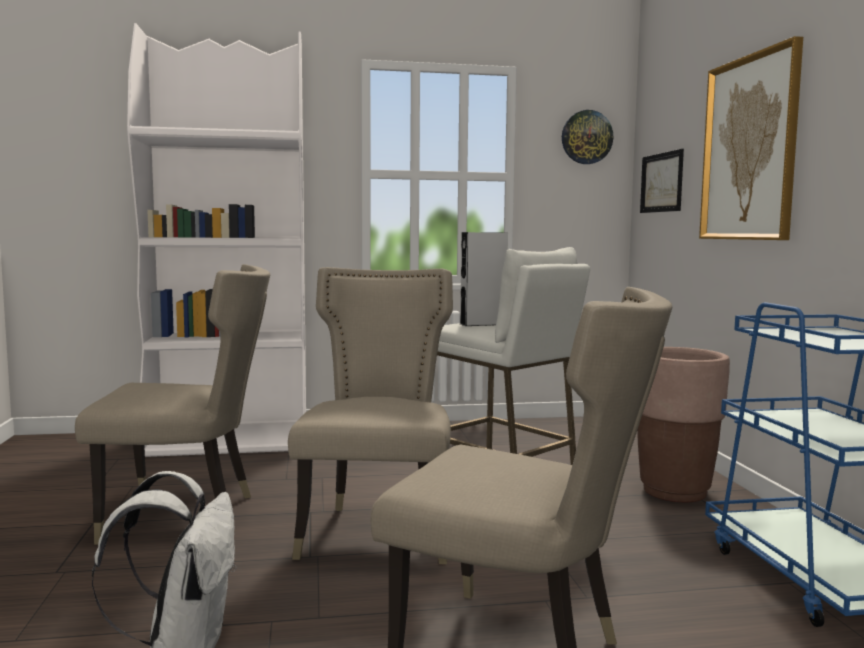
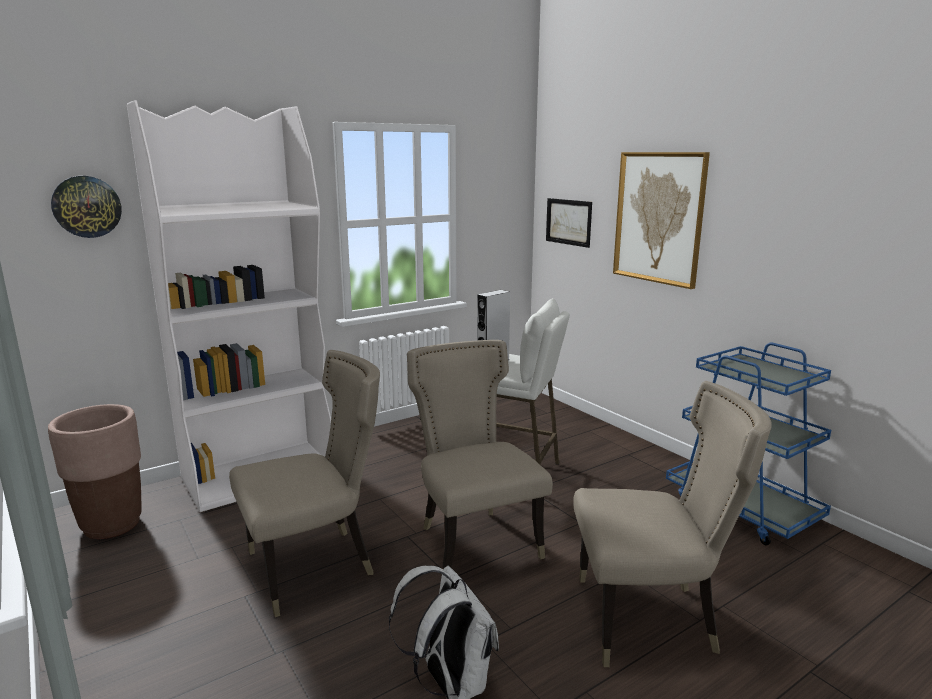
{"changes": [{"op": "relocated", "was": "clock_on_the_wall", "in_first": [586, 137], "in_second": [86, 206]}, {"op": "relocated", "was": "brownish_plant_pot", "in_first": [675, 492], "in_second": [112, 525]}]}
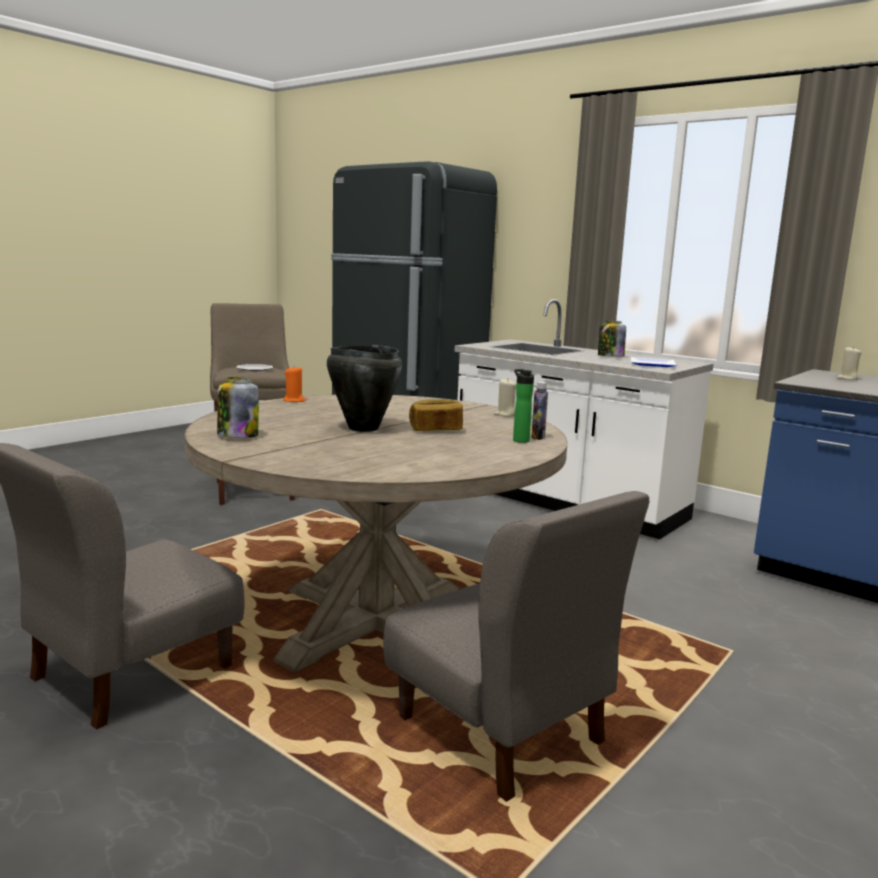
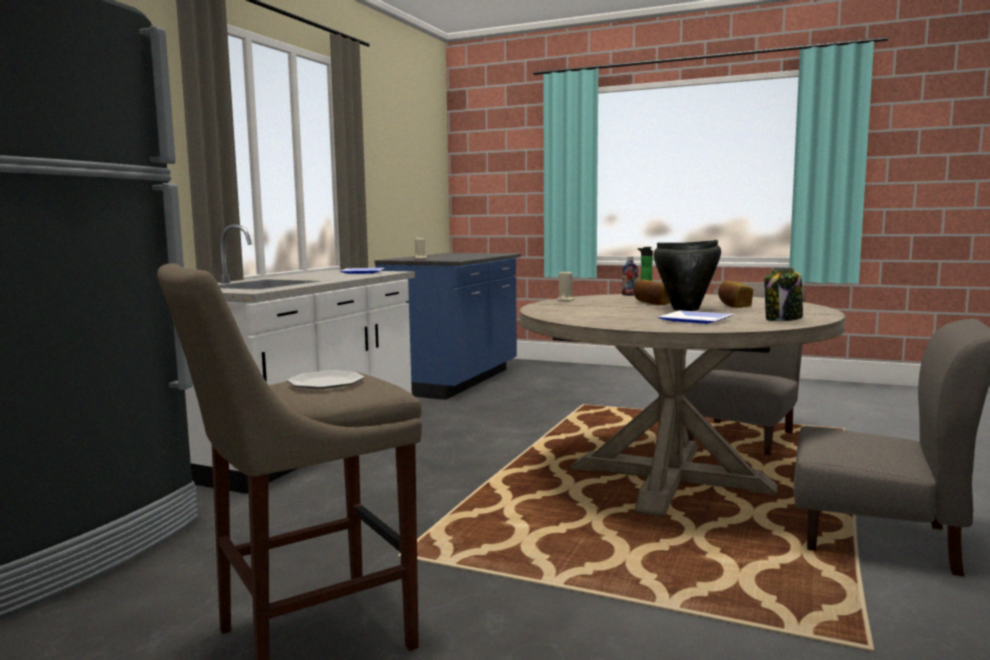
{"changes": [{"op": "missing", "was": "preserve_jar", "in_first": [610, 356]}, {"op": "missing", "was": "orange-coloured_wax_candle", "in_first": [294, 400]}, {"op": "appeared", "now": "baked_bread", "in_second": [733, 305]}, {"op": "appeared", "now": "dinner_plate", "in_second": [698, 320]}]}
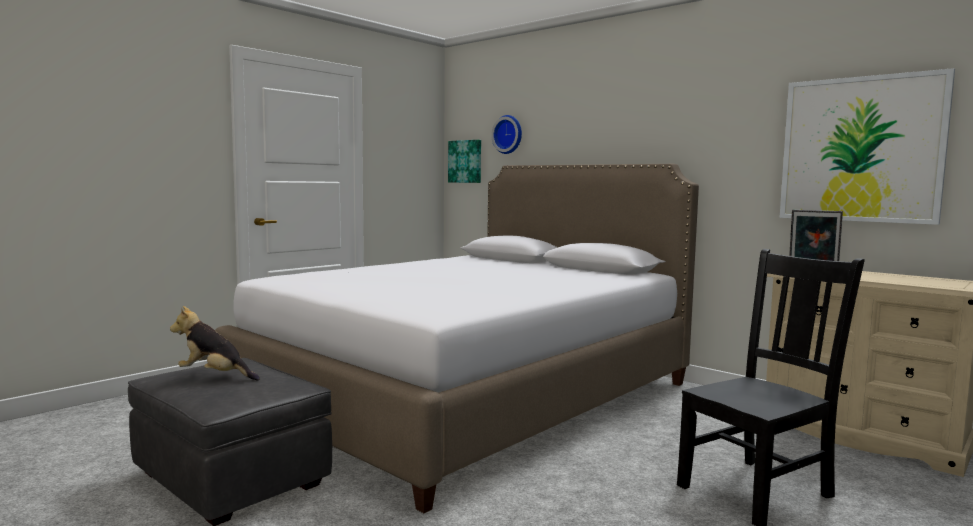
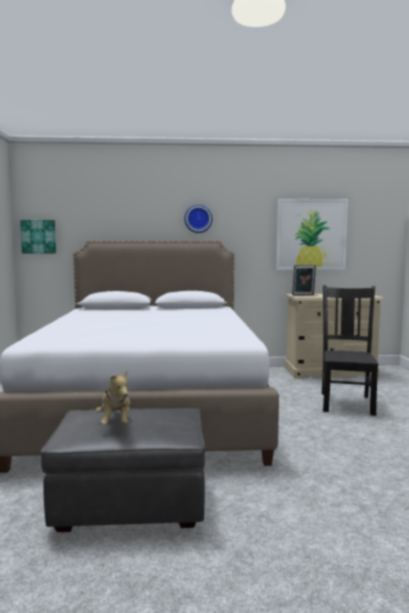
{"changes": [{"op": "relocated", "was": "clock_on_the_wall", "in_first": [508, 134], "in_second": [198, 219]}, {"op": "spun", "was": "cuddly_toy", "in_first": [215, 376], "in_second": [116, 423], "clockwise": -75}]}
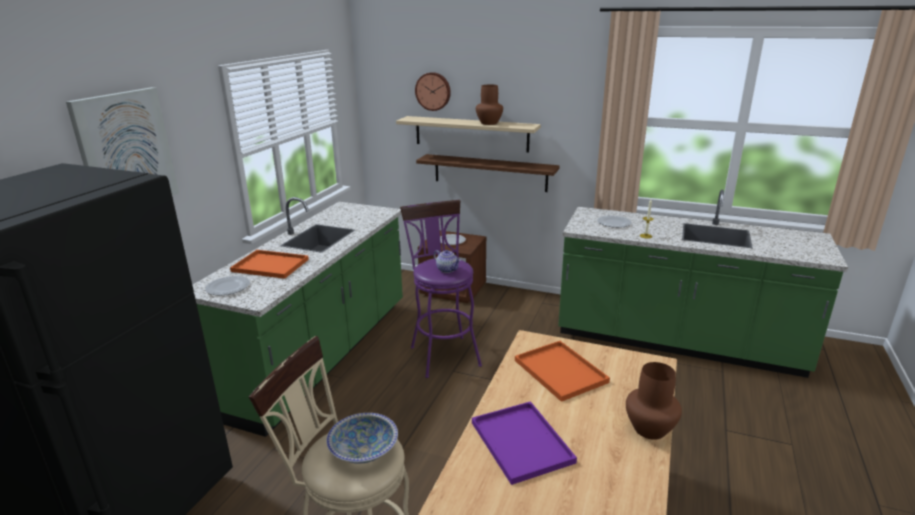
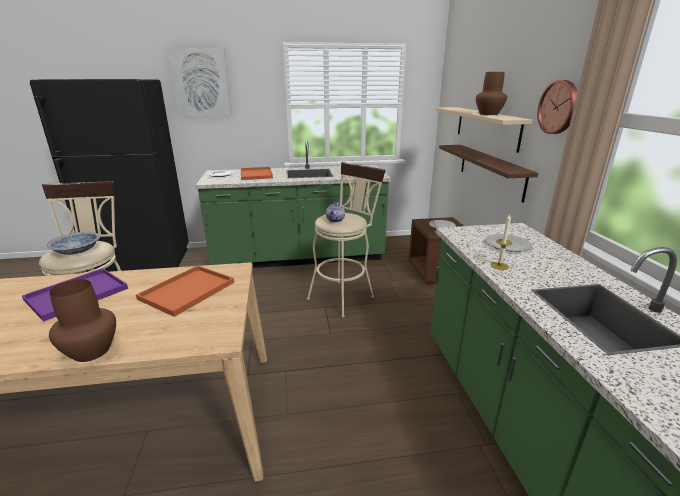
{"changes": [{"op": "relocated", "was": "clock_on_the_wall", "in_first": [433, 91], "in_second": [559, 107]}, {"op": "colour", "was": "purplish_stool_seat", "now": "sand-coloured_stool_seat", "in_first": [443, 352], "in_second": [344, 295]}]}
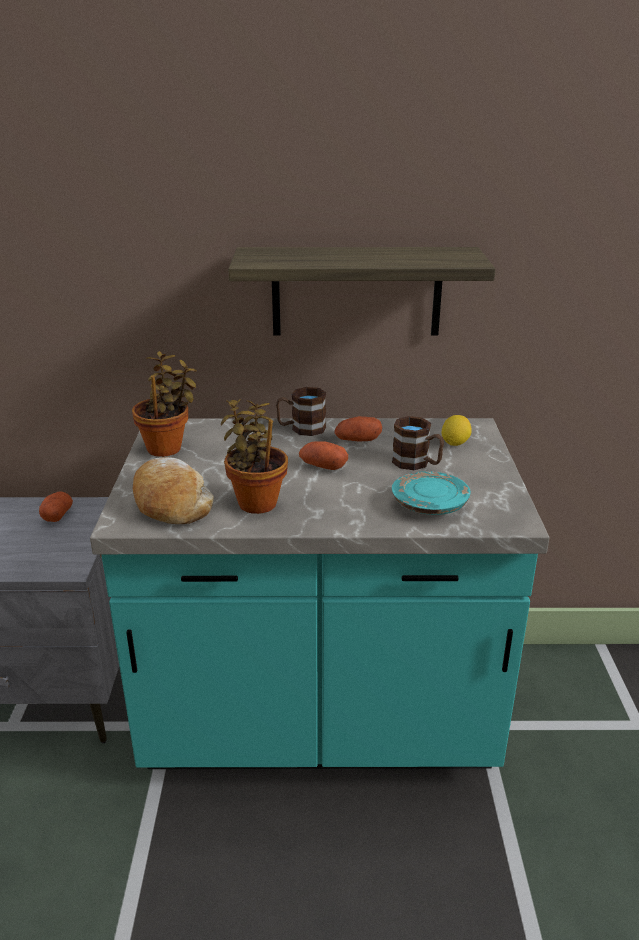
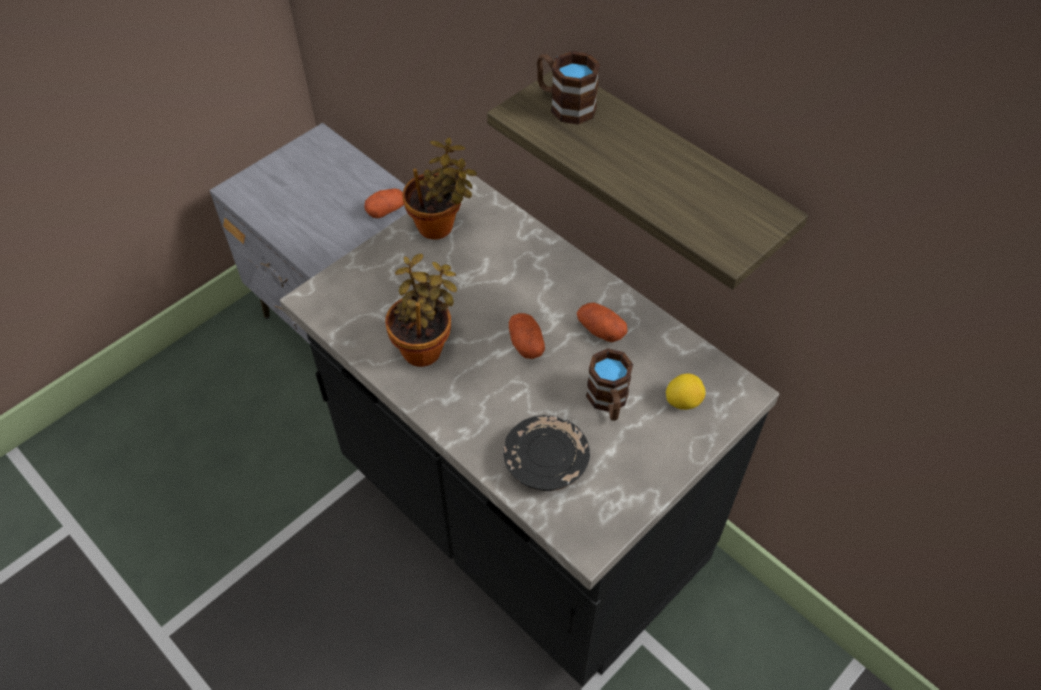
{"changes": [{"op": "relocated", "was": "brownish_mug", "in_first": [301, 429], "in_second": [565, 105]}, {"op": "colour", "was": "turquoise_counter", "now": "black-coloured_counter", "in_first": [319, 720], "in_second": [520, 517]}, {"op": "missing", "was": "baked_bread", "in_first": [171, 503]}, {"op": "colour", "was": "turquoise_dinner_plate", "now": "black-coloured_dinner_plate", "in_first": [429, 505], "in_second": [545, 461]}]}
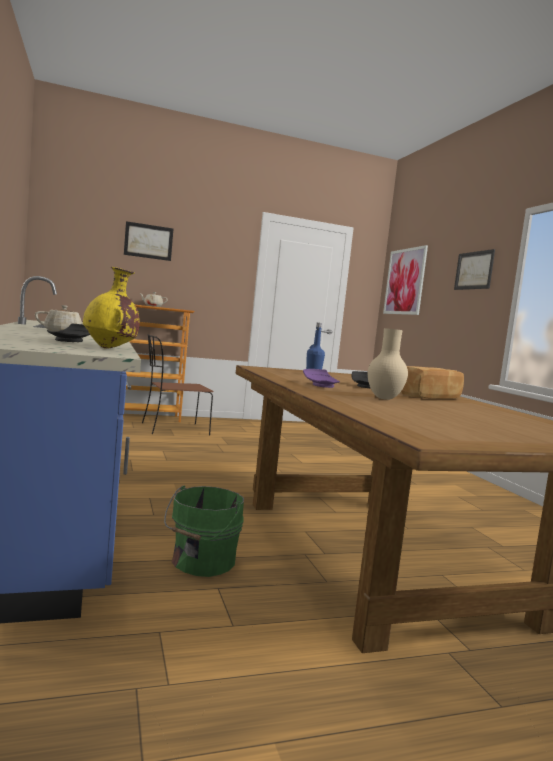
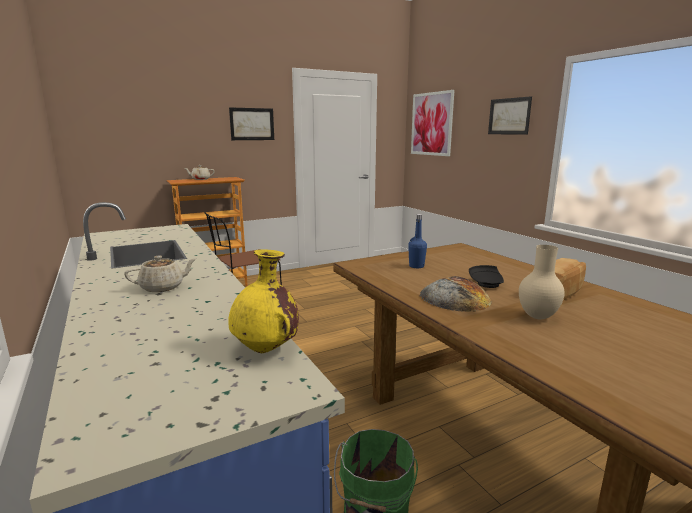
{"changes": [{"op": "relocated", "was": "wall_art", "in_first": [148, 241], "in_second": [252, 124]}, {"op": "missing", "was": "black-coloured_dinner_plate", "in_first": [72, 341]}, {"op": "exchanged", "was": "purplish_dinner_plate", "now": "baked_bread", "in_first": [321, 385], "in_second": [454, 298]}]}
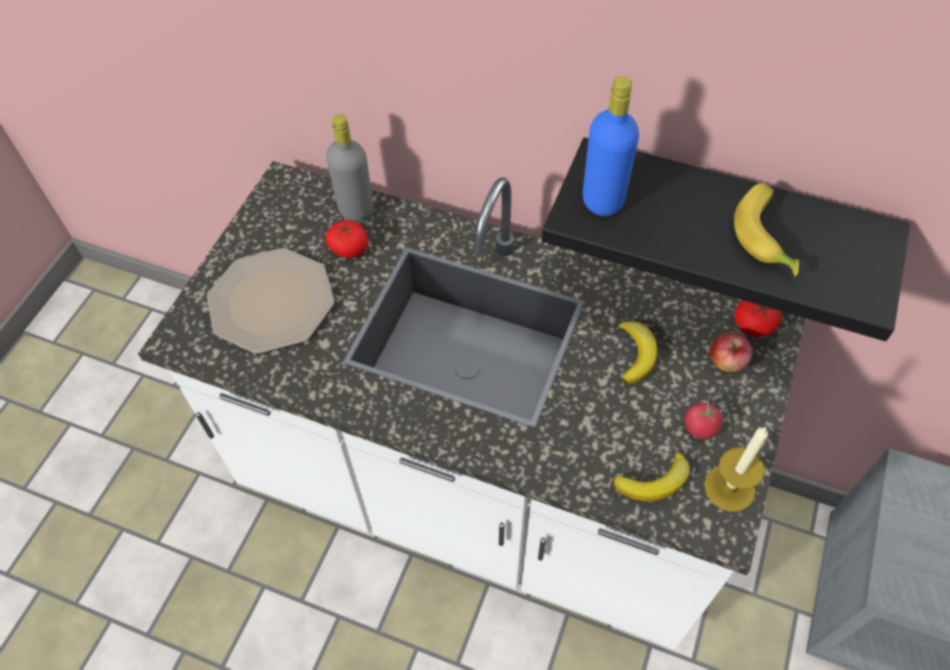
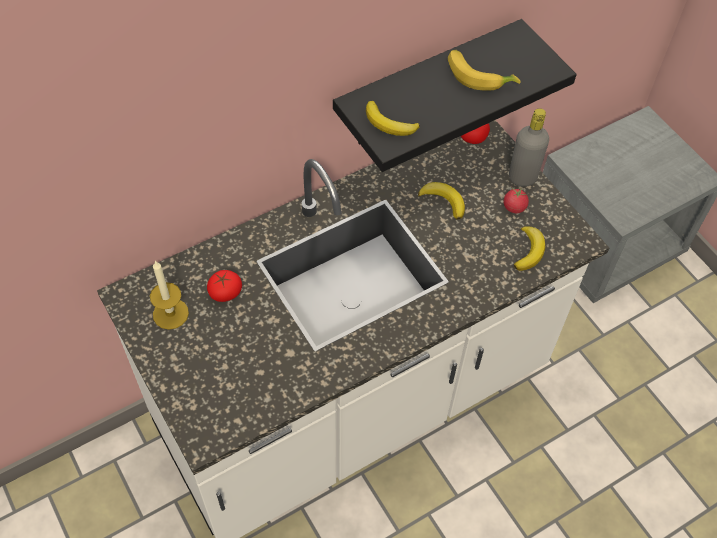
{"changes": [{"op": "exchanged", "was": "blue_drink_bottle", "now": "banana_fruit", "in_first": [602, 201], "in_second": [389, 124]}, {"op": "relocated", "was": "gray_drink_bottle", "in_first": [356, 210], "in_second": [522, 177]}, {"op": "missing", "was": "dinner_plate", "in_first": [272, 300]}, {"op": "missing", "was": "apple_fruit", "in_first": [726, 361]}, {"op": "relocated", "was": "wax_candle", "in_first": [729, 488], "in_second": [170, 313]}]}
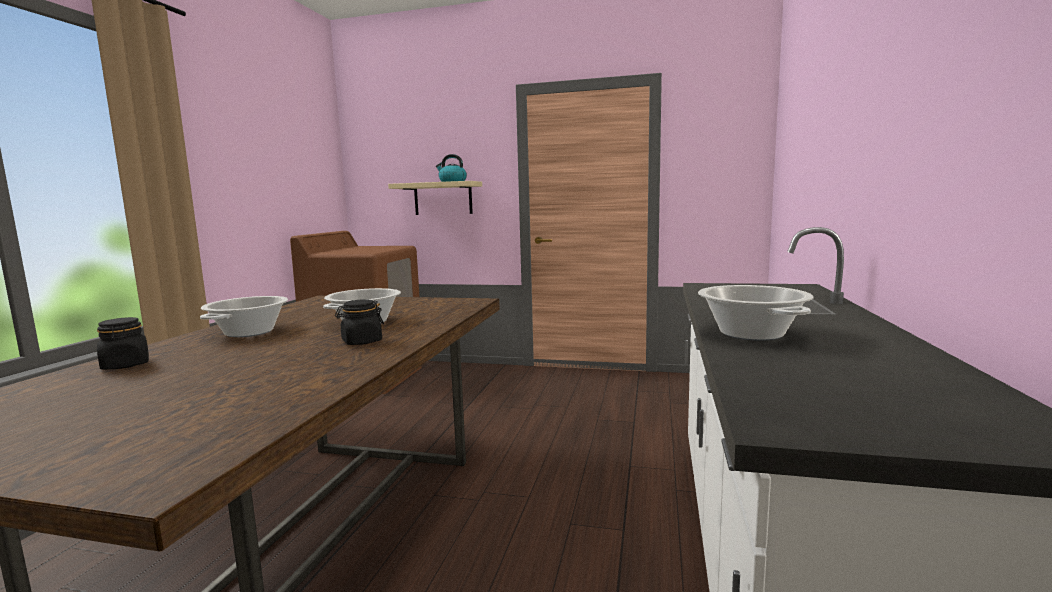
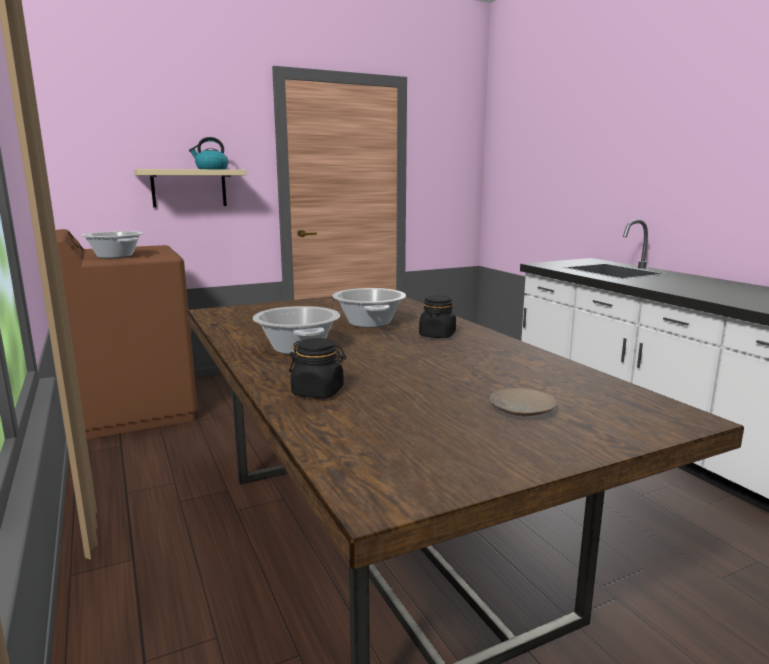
{"changes": [{"op": "relocated", "was": "saucepot", "in_first": [752, 333], "in_second": [115, 256]}, {"op": "appeared", "now": "sand-coloured_dinner_plate", "in_second": [521, 409]}]}
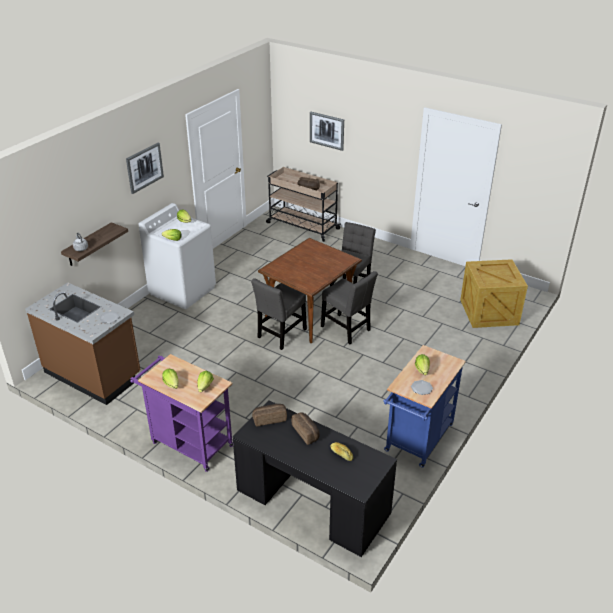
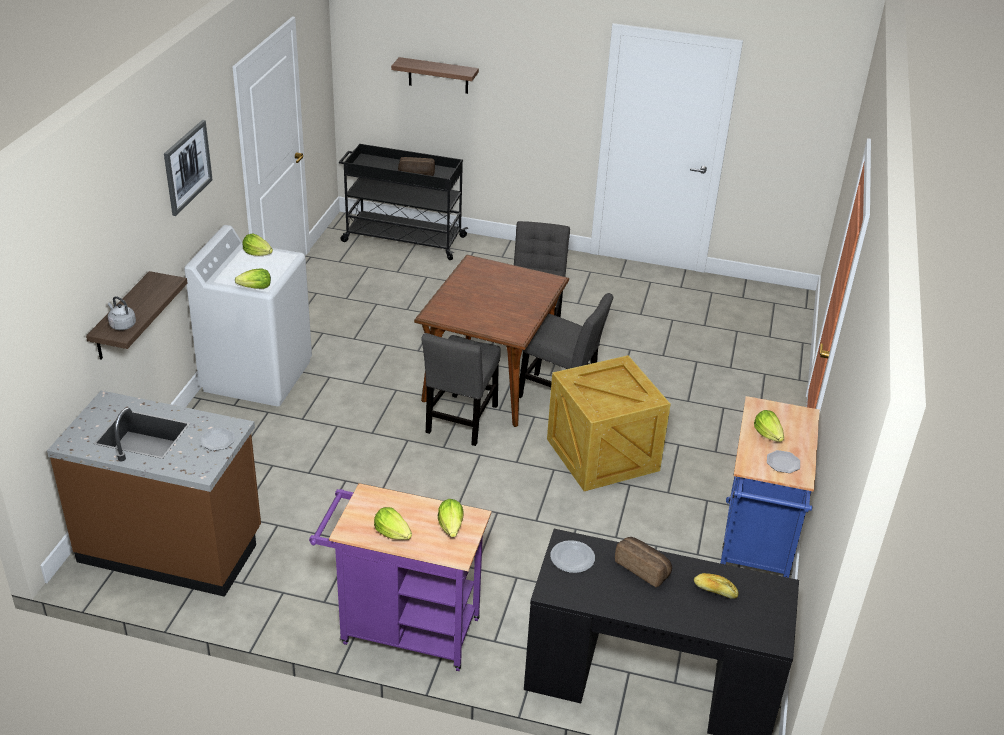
{"changes": [{"op": "exchanged", "was": "wall_art", "now": "shelf", "in_first": [327, 130], "in_second": [438, 75]}, {"op": "colour", "was": "sand-coloured_wheeled_cart", "now": "black-coloured_wheeled_cart", "in_first": [302, 226], "in_second": [402, 239]}, {"op": "relocated", "was": "crate", "in_first": [490, 312], "in_second": [604, 455]}, {"op": "exchanged", "was": "baked_bread", "now": "dinner_plate", "in_first": [269, 418], "in_second": [573, 558]}]}
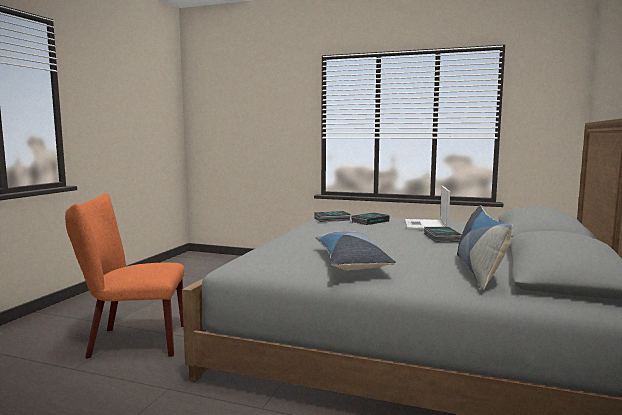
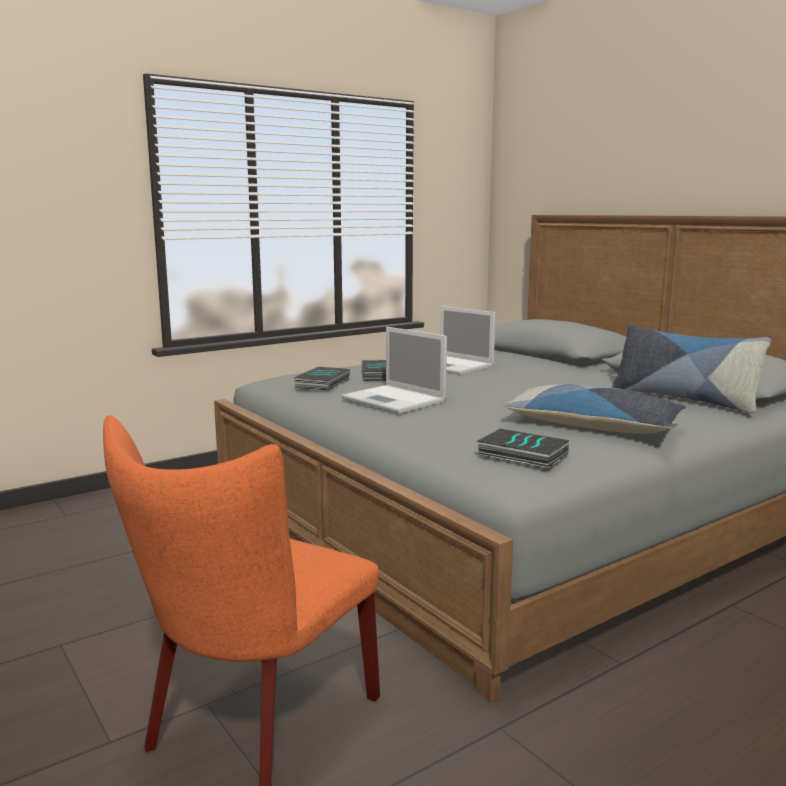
{"changes": [{"op": "relocated", "was": "volume", "in_first": [440, 237], "in_second": [521, 455]}, {"op": "appeared", "now": "notebook_computer", "in_second": [395, 400]}]}
